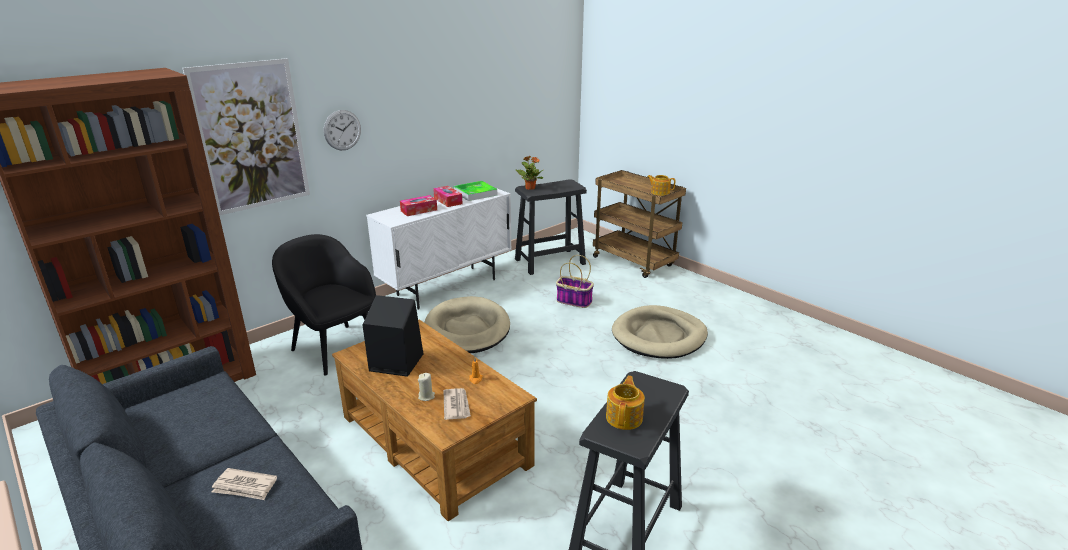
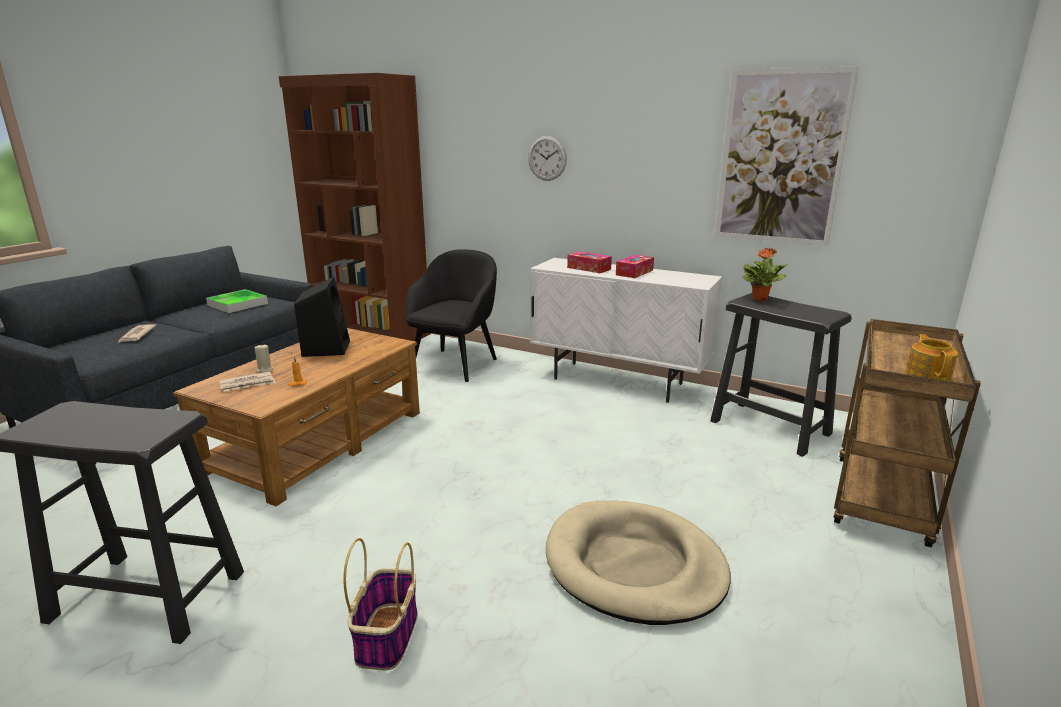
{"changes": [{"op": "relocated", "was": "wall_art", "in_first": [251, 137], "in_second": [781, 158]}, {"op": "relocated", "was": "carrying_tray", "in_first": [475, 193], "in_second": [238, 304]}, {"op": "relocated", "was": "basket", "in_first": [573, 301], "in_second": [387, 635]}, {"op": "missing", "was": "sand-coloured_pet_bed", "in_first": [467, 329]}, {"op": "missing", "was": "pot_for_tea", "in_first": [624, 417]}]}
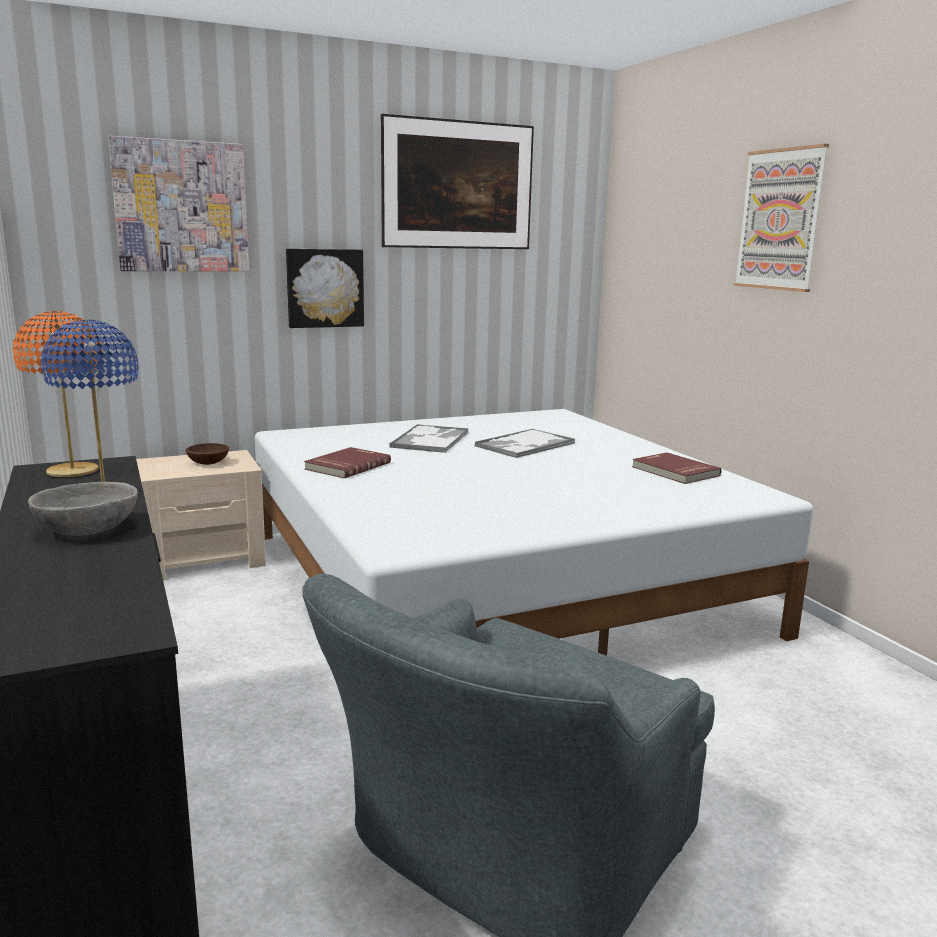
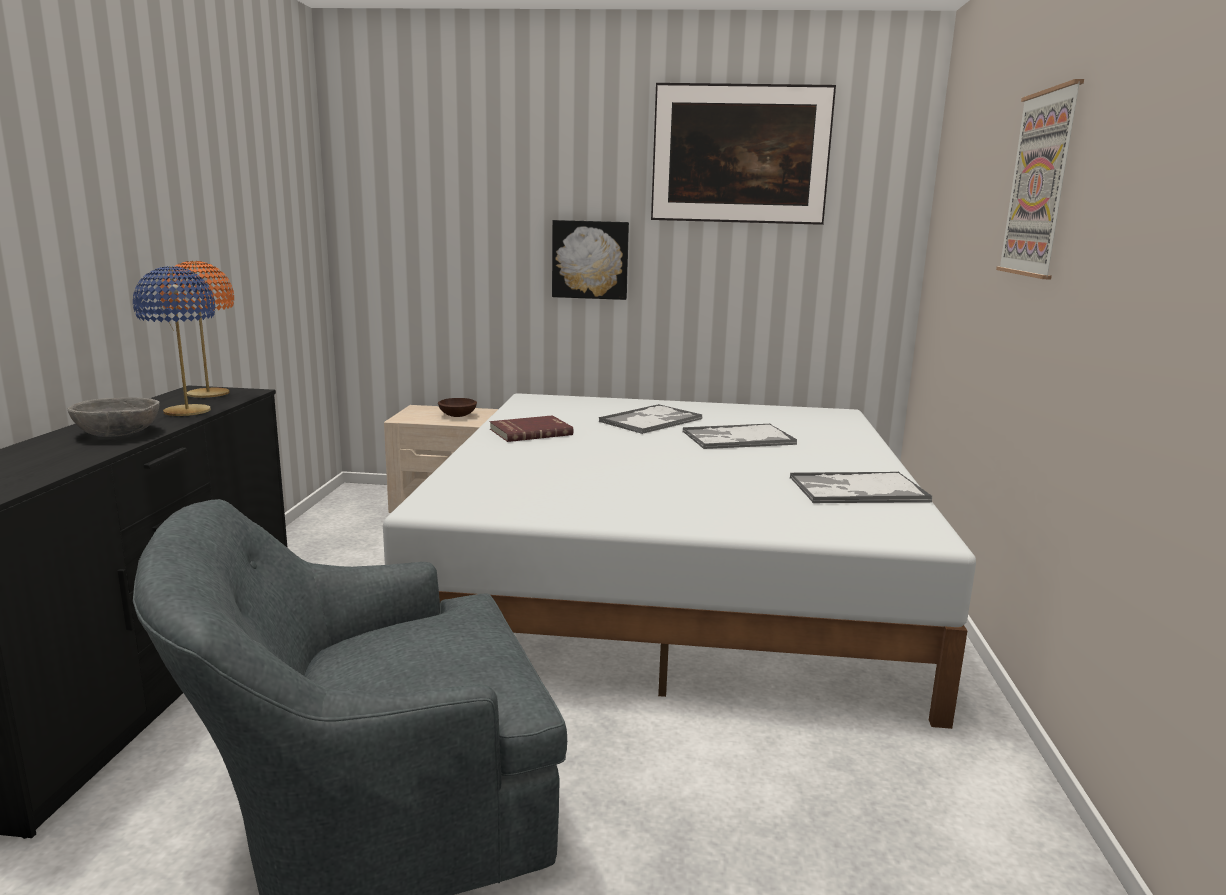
{"changes": [{"op": "missing", "was": "wall_art", "in_first": [181, 207]}, {"op": "exchanged", "was": "red_volume", "now": "carrying_tray", "in_first": [674, 471], "in_second": [856, 490]}]}
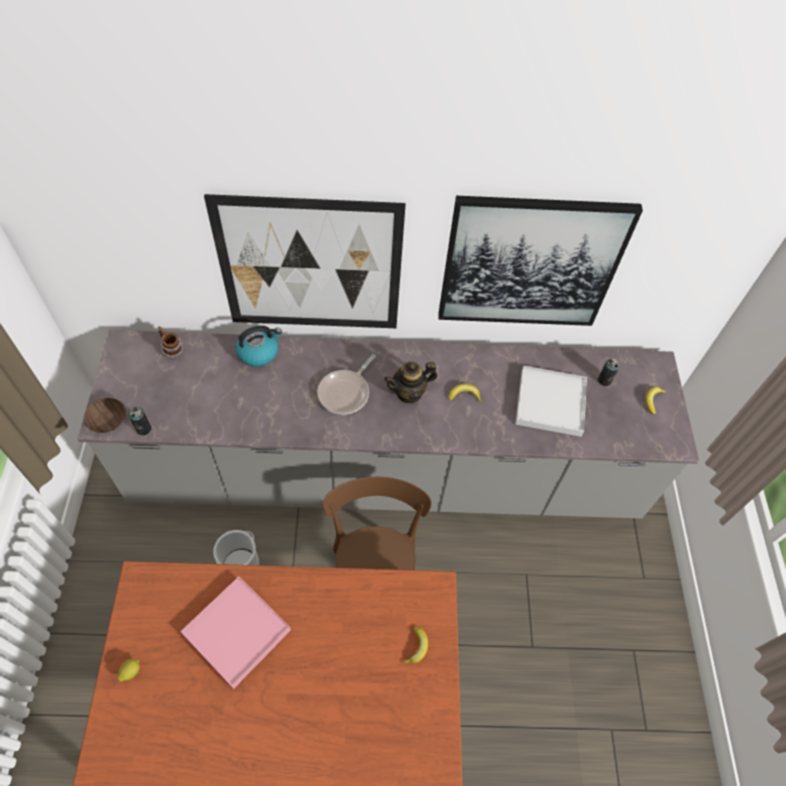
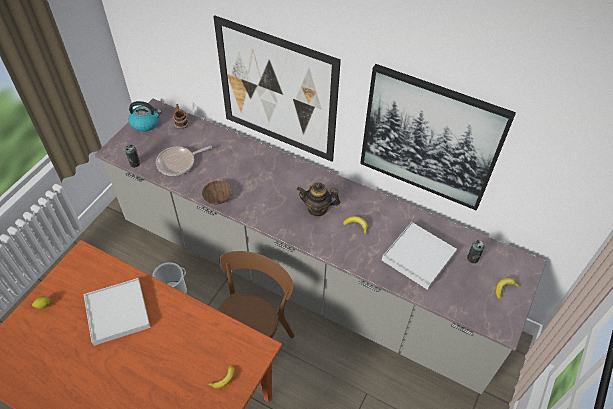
{"changes": [{"op": "relocated", "was": "water_kettle", "in_first": [259, 352], "in_second": [146, 123]}, {"op": "relocated", "was": "frying_pan", "in_first": [346, 392], "in_second": [178, 163]}, {"op": "relocated", "was": "brownish_deep_dish", "in_first": [107, 419], "in_second": [217, 196]}, {"op": "colour", "was": "pink-coloured_carrying_tray", "now": "white-coloured_carrying_tray", "in_first": [236, 632], "in_second": [117, 312]}]}
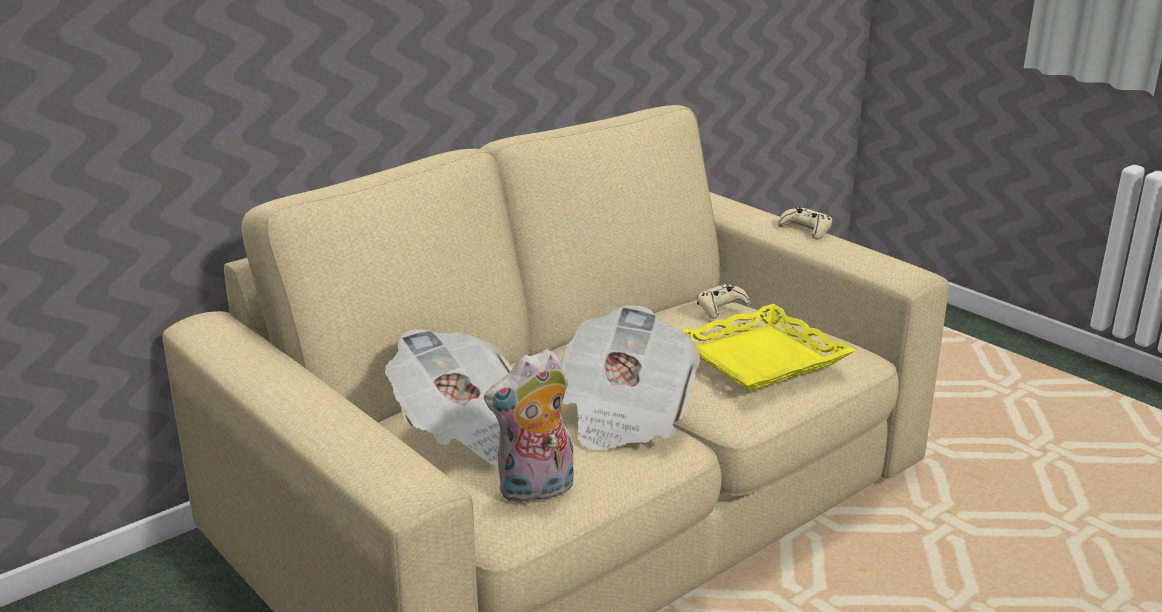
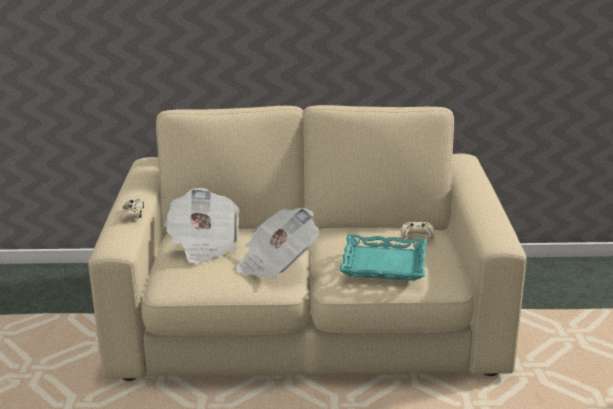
{"changes": [{"op": "relocated", "was": "sand-coloured_gamepad", "in_first": [805, 230], "in_second": [132, 215]}, {"op": "colour", "was": "yellowish_carrying_tray", "now": "turquoise_carrying_tray", "in_first": [759, 357], "in_second": [384, 263]}, {"op": "missing", "was": "cuddly_toy", "in_first": [536, 491]}]}
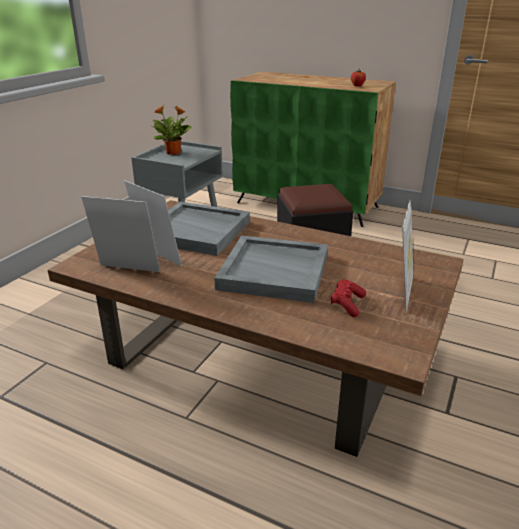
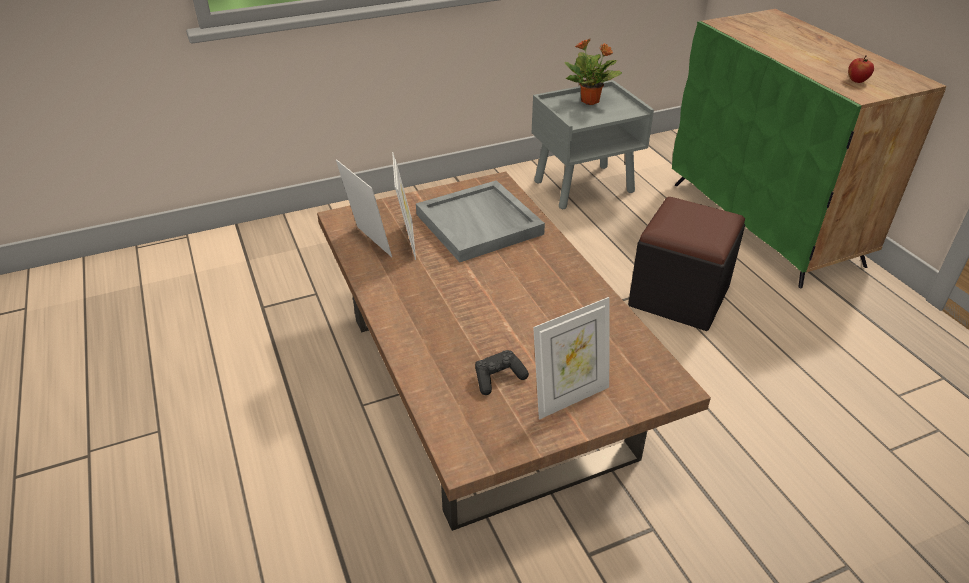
{"changes": [{"op": "missing", "was": "gray_carrying_tray", "in_first": [275, 271]}, {"op": "colour", "was": "red_gamepad", "now": "black-coloured_gamepad", "in_first": [347, 304], "in_second": [498, 378]}]}
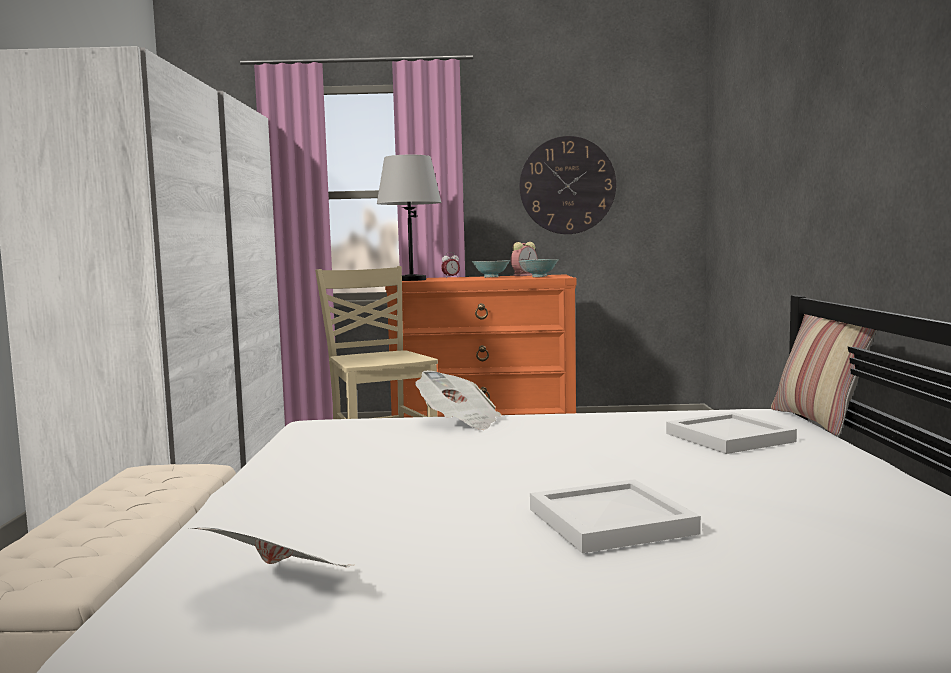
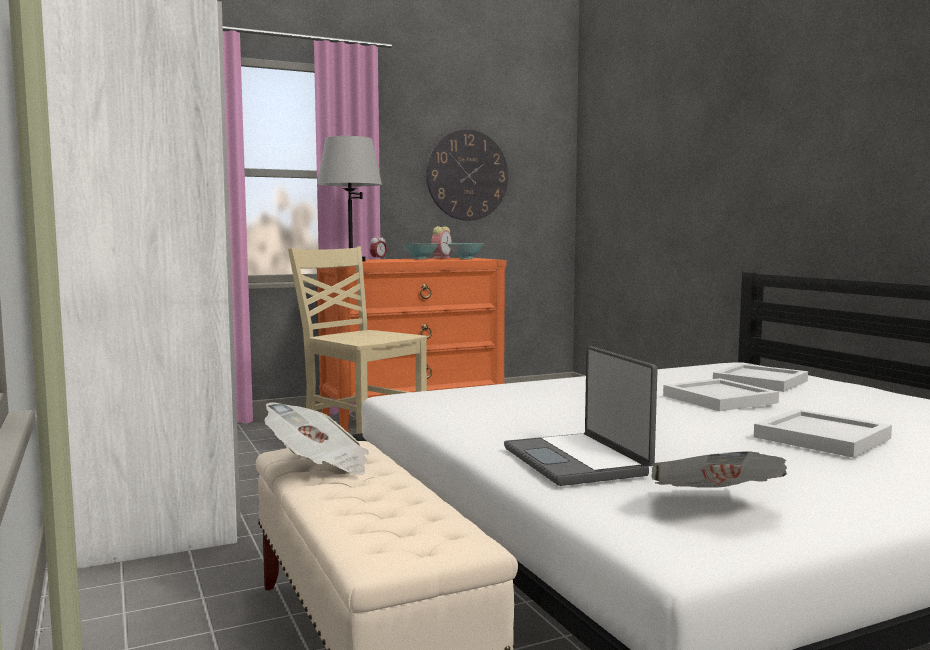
{"changes": [{"op": "missing", "was": "cushion", "in_first": [818, 421]}, {"op": "relocated", "was": "daily_paper", "in_first": [459, 422], "in_second": [320, 466]}, {"op": "appeared", "now": "notebook_computer", "in_second": [577, 461]}, {"op": "appeared", "now": "white-coloured_carrying_tray", "in_second": [719, 399]}]}
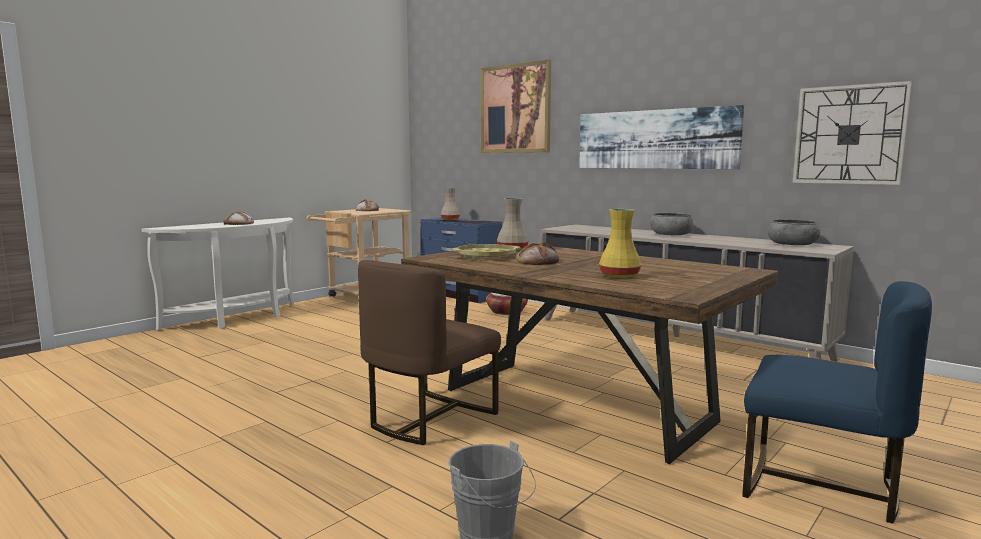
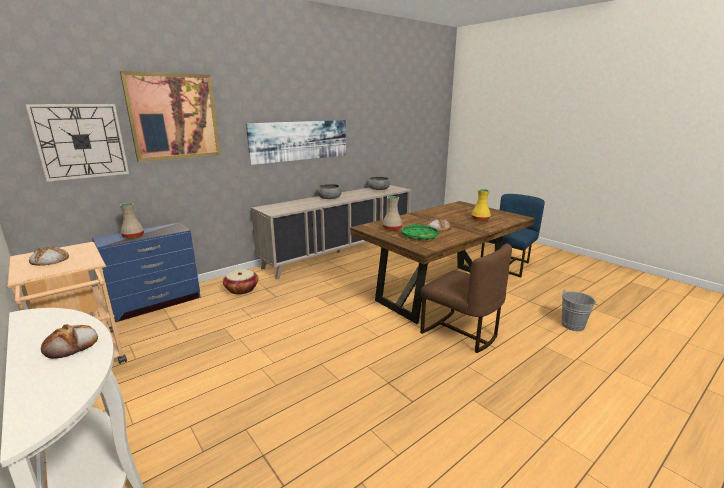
{"changes": [{"op": "relocated", "was": "clock_on_the_wall", "in_first": [849, 135], "in_second": [81, 141]}, {"op": "colour", "was": "yellowish_carrying_tray", "now": "green_carrying_tray", "in_first": [486, 256], "in_second": [419, 236]}]}
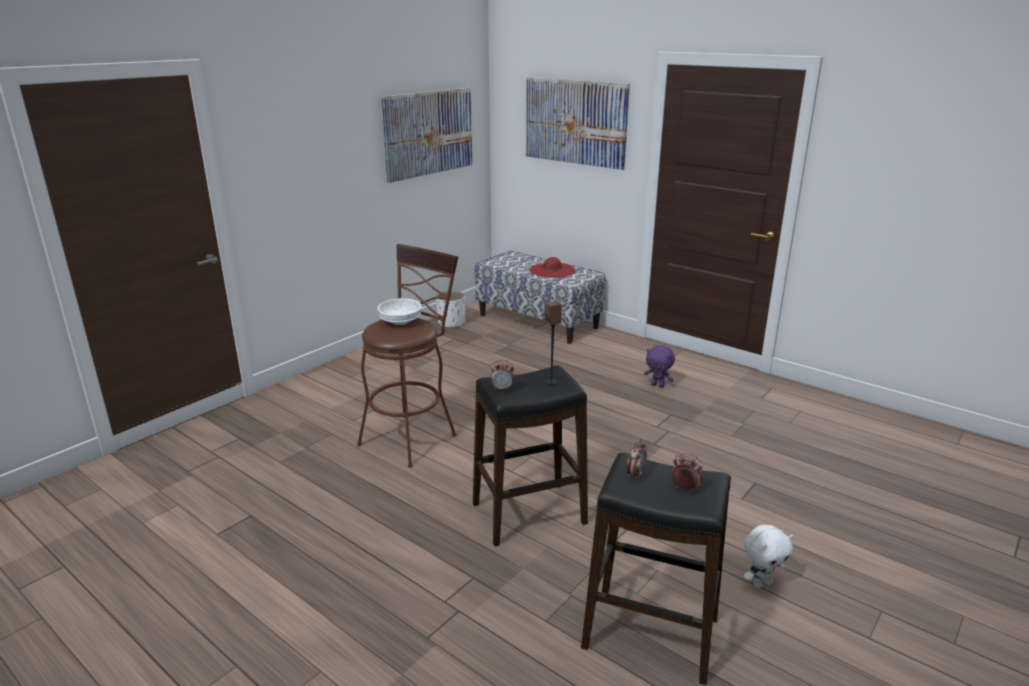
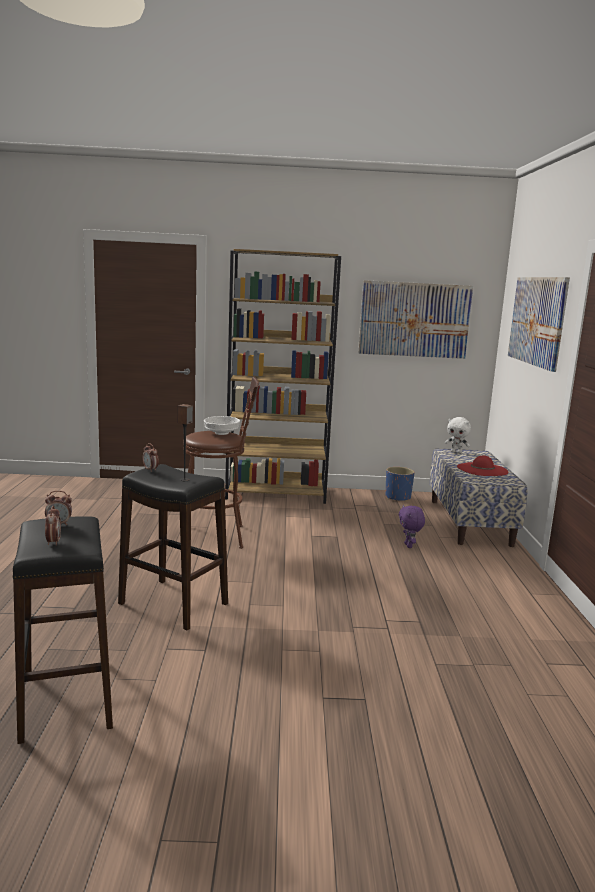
{"changes": [{"op": "colour", "was": "white-coloured_plant_pot", "now": "blue_plant_pot", "in_first": [451, 323], "in_second": [398, 497]}, {"op": "relocated", "was": "purplish_cuddly_toy", "in_first": [658, 385], "in_second": [409, 546]}, {"op": "relocated", "was": "white-coloured_cuddly_toy", "in_first": [761, 583], "in_second": [456, 452]}, {"op": "appeared", "now": "brownish_bookcase", "in_second": [276, 493]}]}
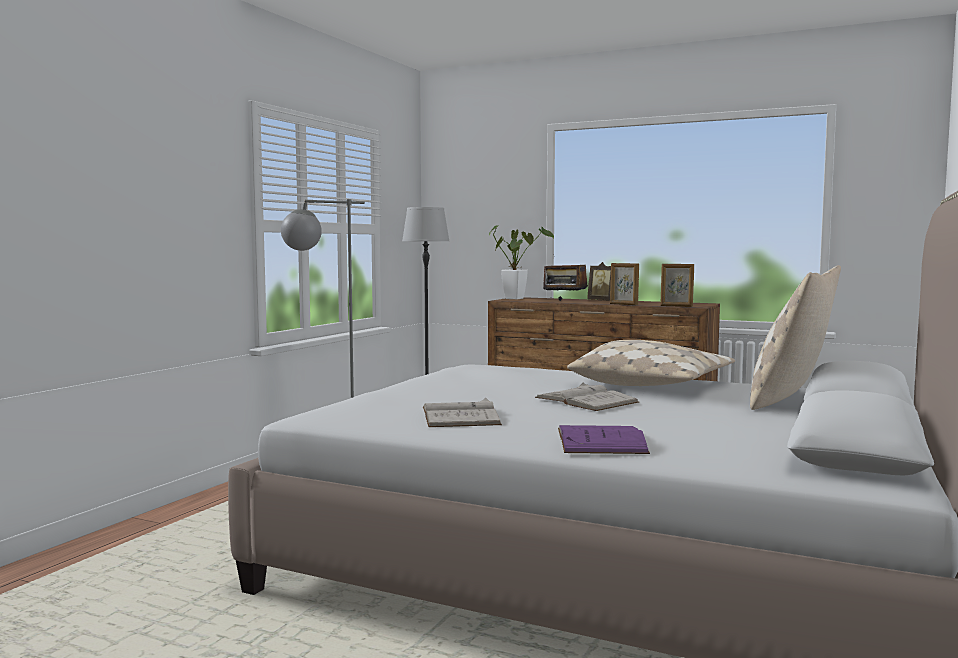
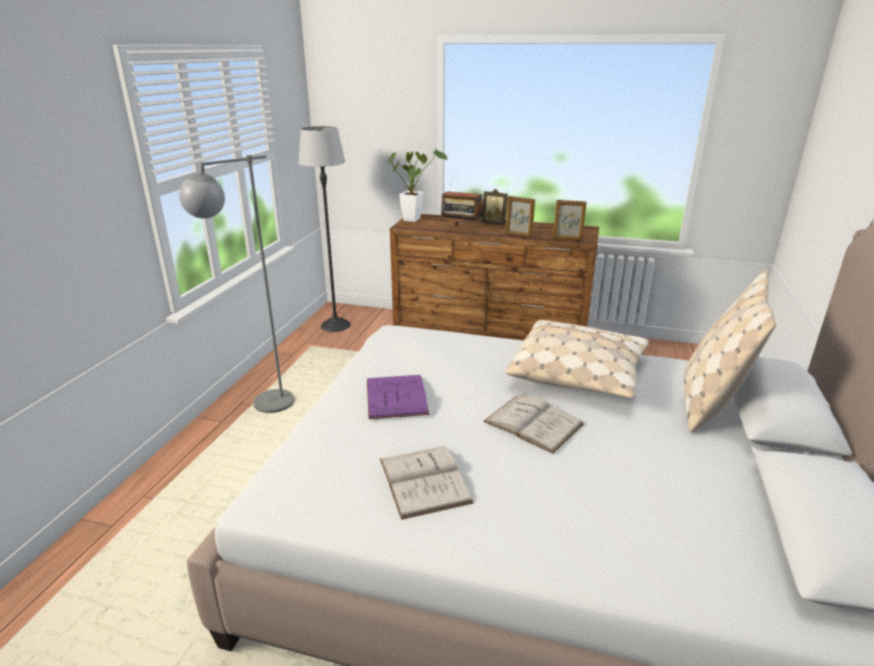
{"changes": [{"op": "relocated", "was": "purplish_volume", "in_first": [600, 440], "in_second": [396, 396]}]}
